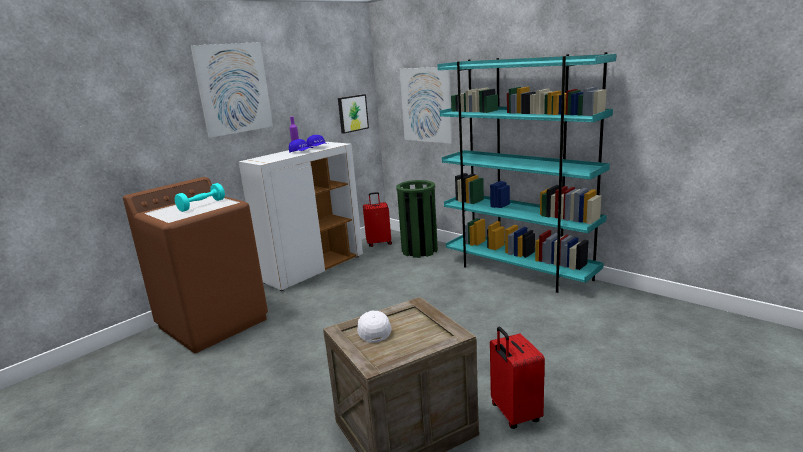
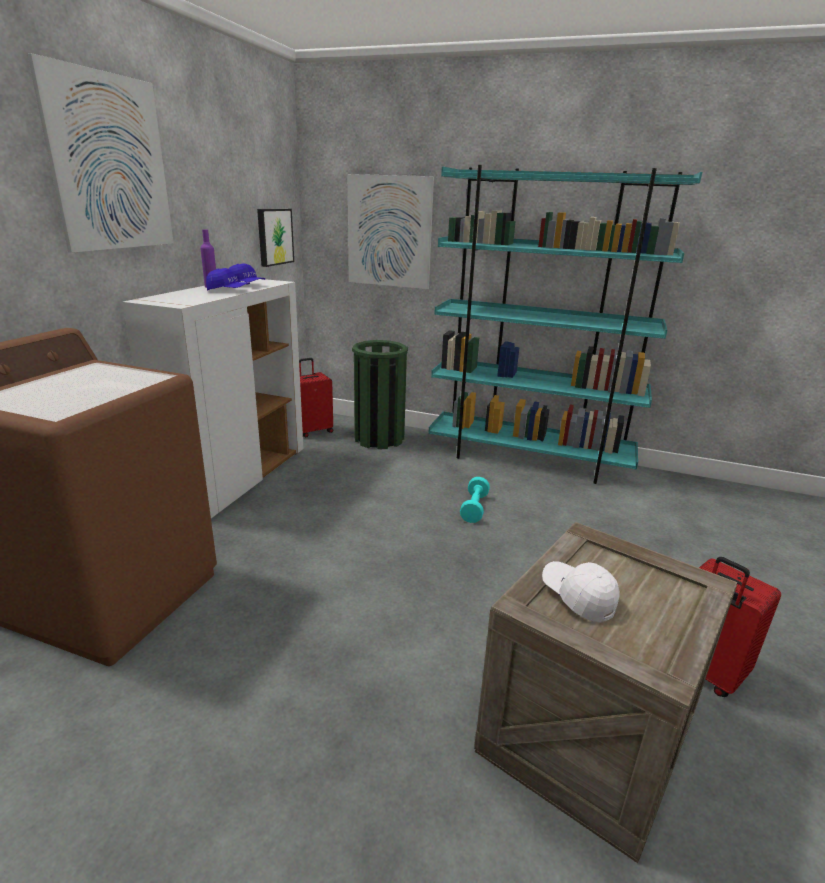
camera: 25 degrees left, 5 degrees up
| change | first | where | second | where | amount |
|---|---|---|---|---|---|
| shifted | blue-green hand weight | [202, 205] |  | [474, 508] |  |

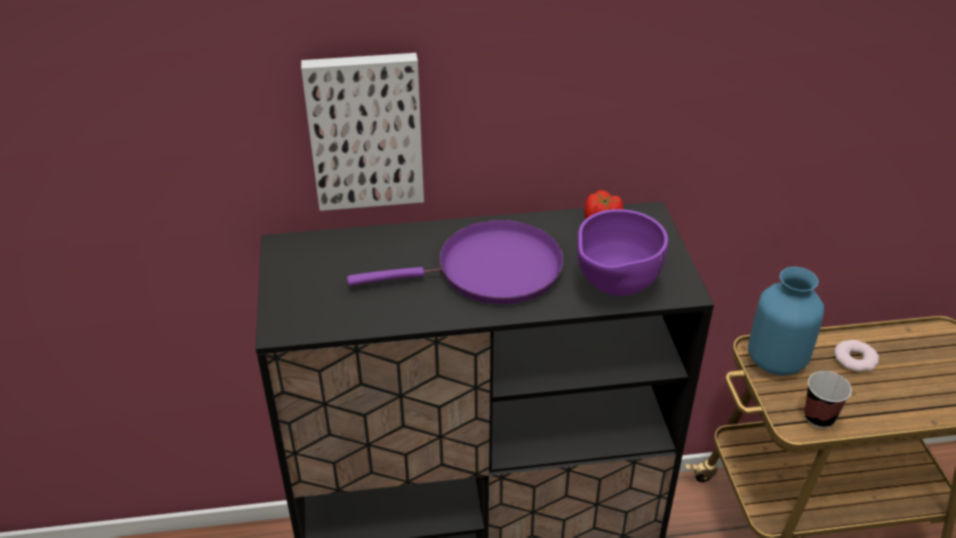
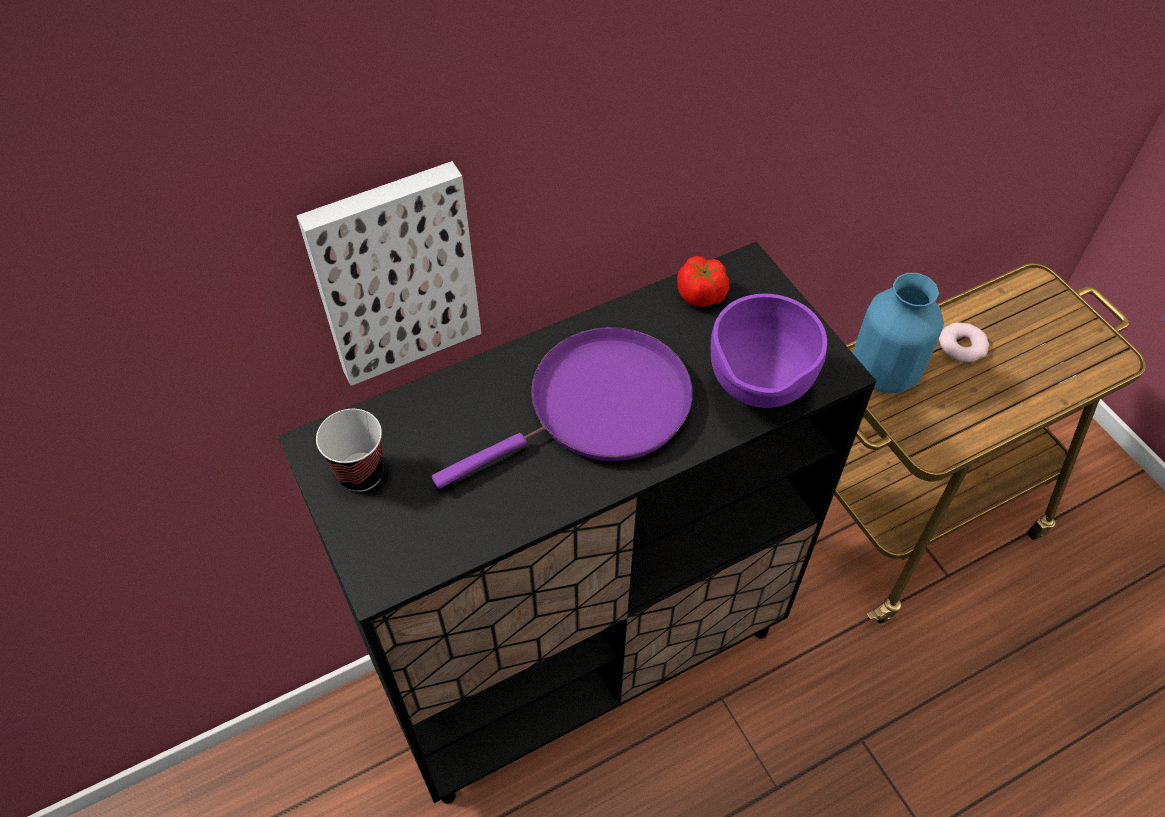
camera: 20 degrees left, 15 degrees up
| change | first | where | second | where | amount |
|---|---|---|---|---|---|
| shifted | small cup | [819, 417] |  | [361, 473] |  |

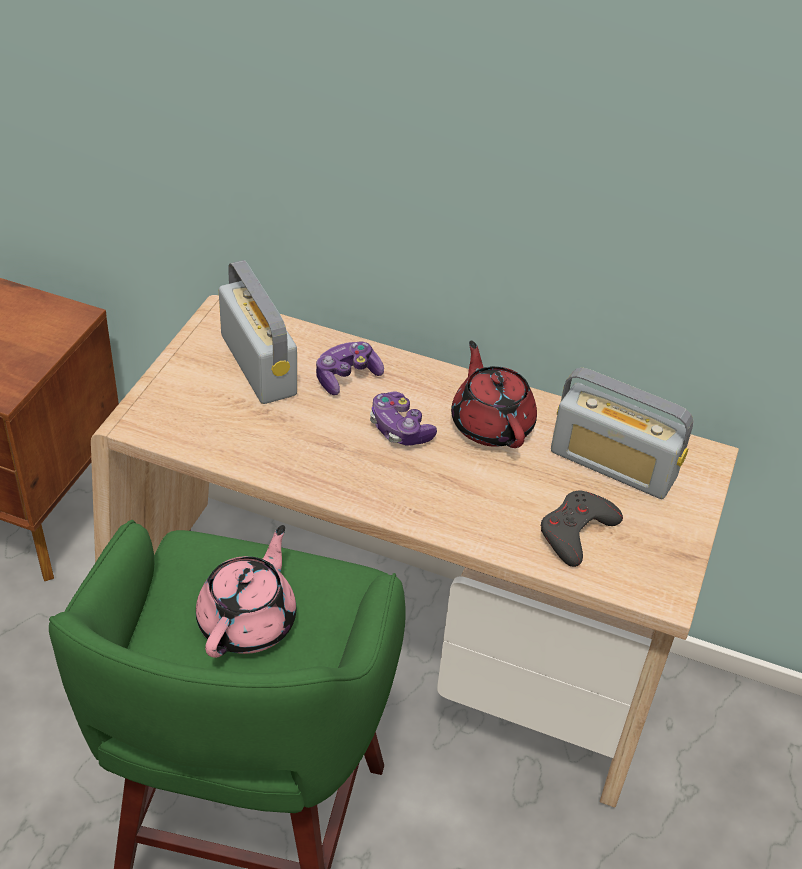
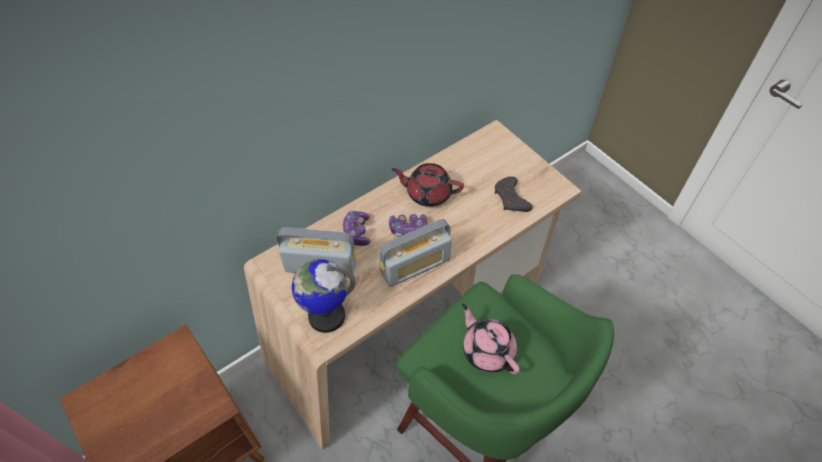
camera: 55 degrees left, 10 degrees up
| change | first | where | second | where | amount |
|---|---|---|---|---|---|
| shifted | radio set | [613, 465] |  | [415, 266] |  |
| new |  |  | desk globe | [326, 316] |  |

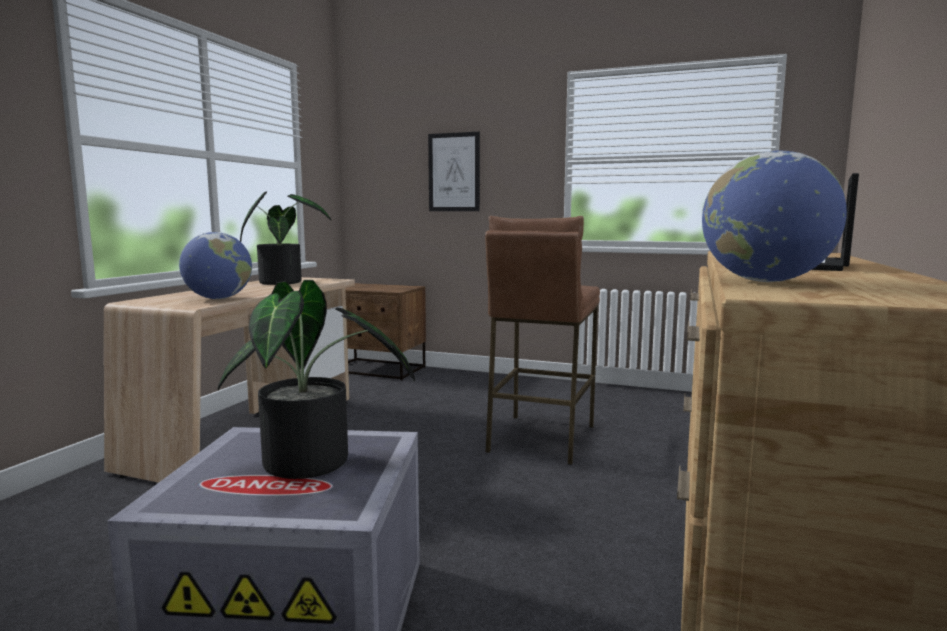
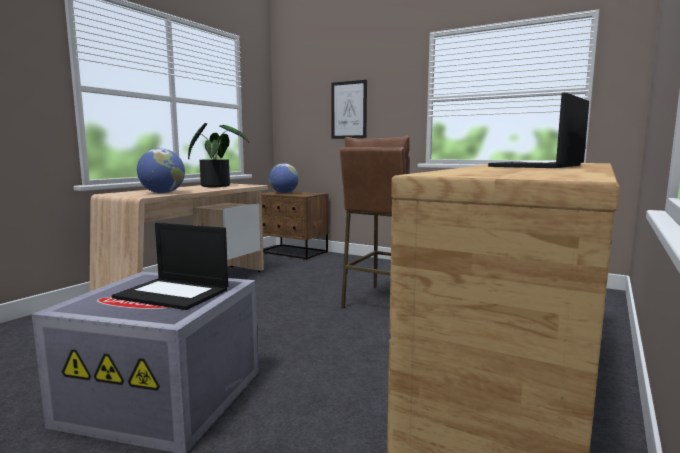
camera: 10 degrees right, 0 degrees up
| change | first | where | second | where | amount |
|---|---|---|---|---|---|
| swapped | potted plant | [315, 464] | laptop | [174, 293] |  |
| shifted | desk globe | [765, 281] |  | [284, 193] |  |

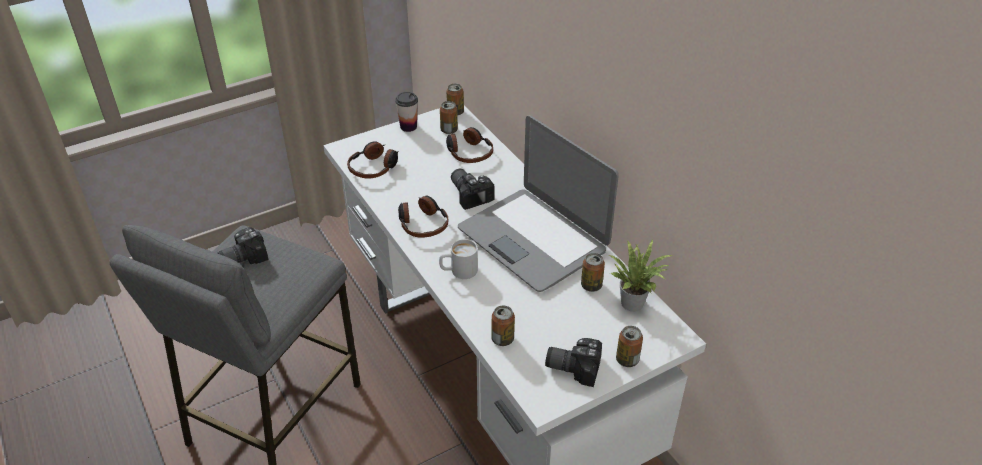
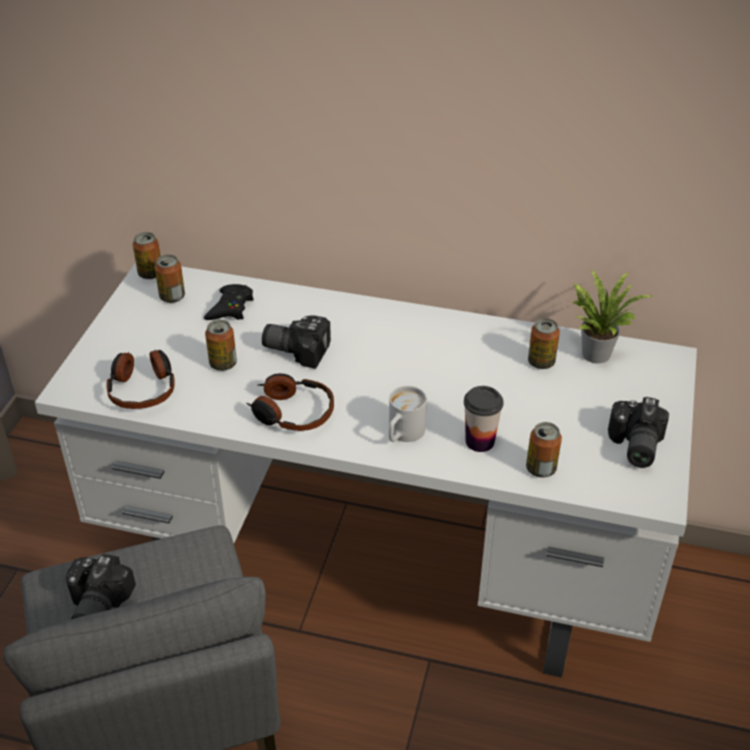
camera: 45 degrees left, 0 degrees up
| change | first | where | second | where | amount |
|---|---|---|---|---|---|
| shifted | small cup | [408, 126] |  | [479, 441] |  |
| swapped | headphones | [468, 152] | black-coloured joypad | [230, 308] |  |
| gone | laptop | [533, 239] |  |  |  |
| rotated | still camera | [573, 366] |  | [633, 446] | 45 degrees counterclockwise |
| shifted | metal can | [627, 360] |  | [223, 364] |  |

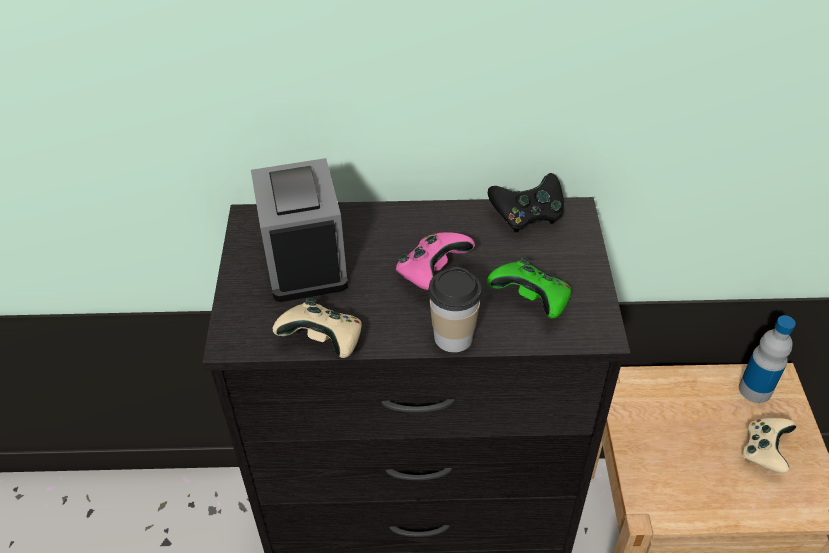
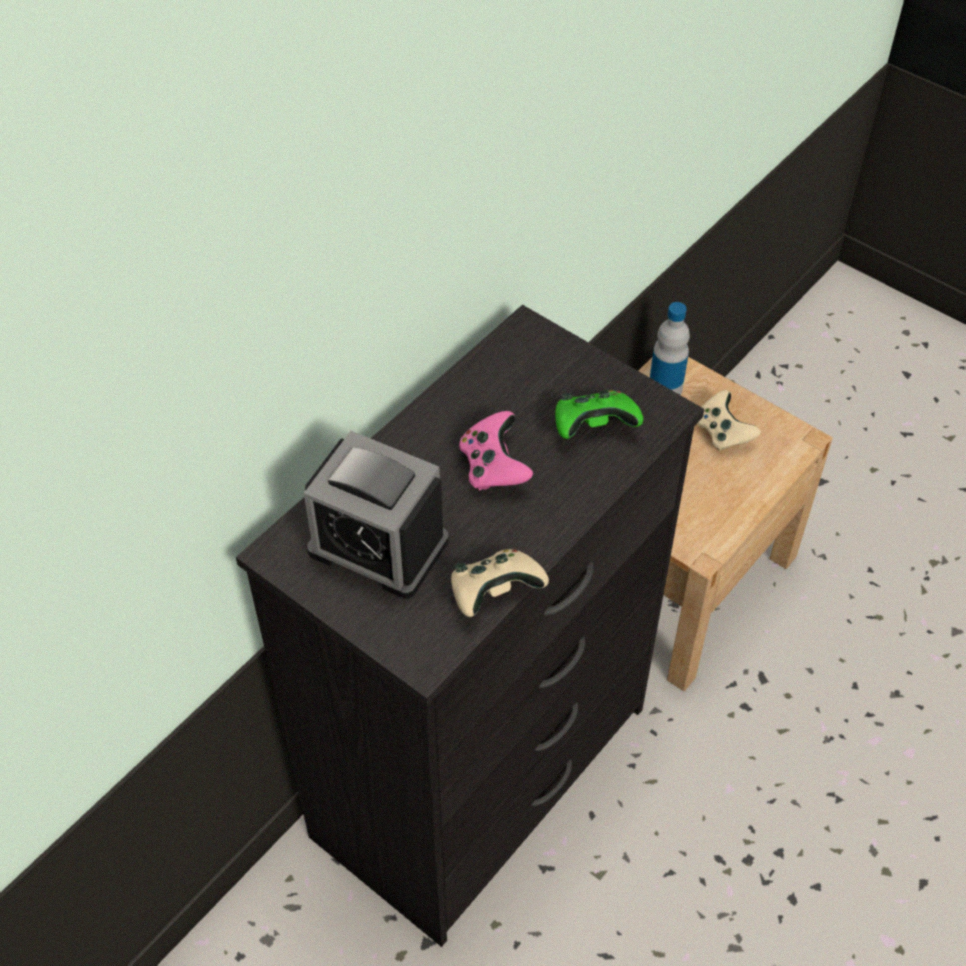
camera: 50 degrees left, 5 degrees up
| change | first | where | second | where | amount |
|---|---|---|---|---|---|
| gone | small cup | [453, 337] |  |  |  |
| gone | black-coloured joypad | [527, 216] |  |  |  |

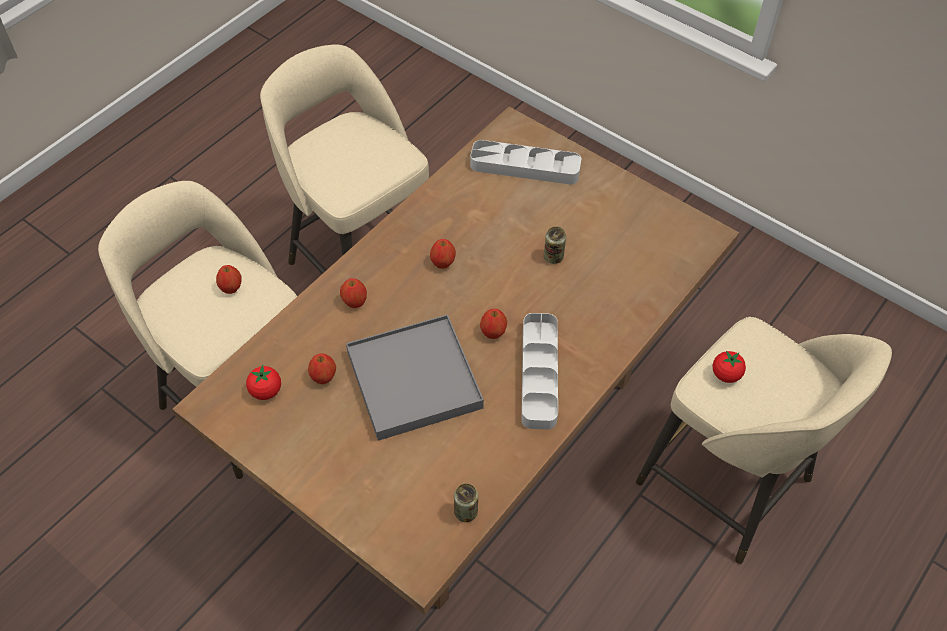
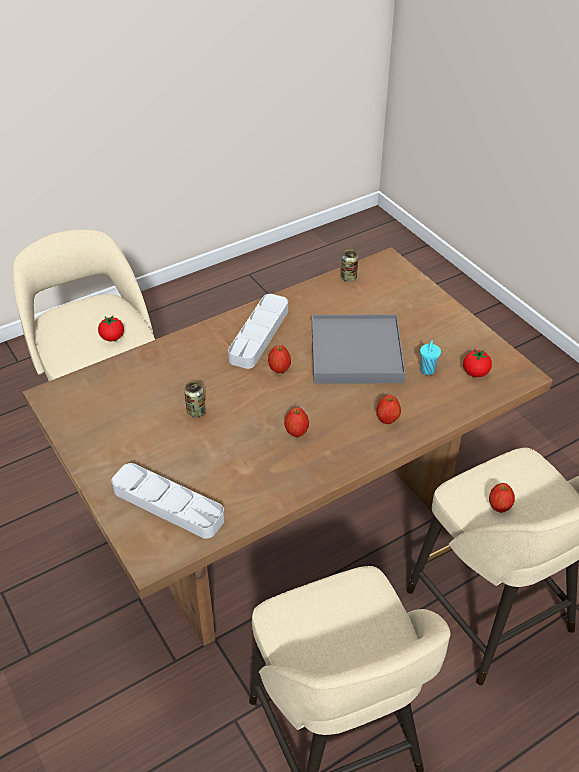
camera: 160 degrees left, 10 degrees down
| change | first | where | second | where | amount |
|---|---|---|---|---|---|
| swapped | apple | [323, 377] | blue-green small cup | [427, 371] |  |

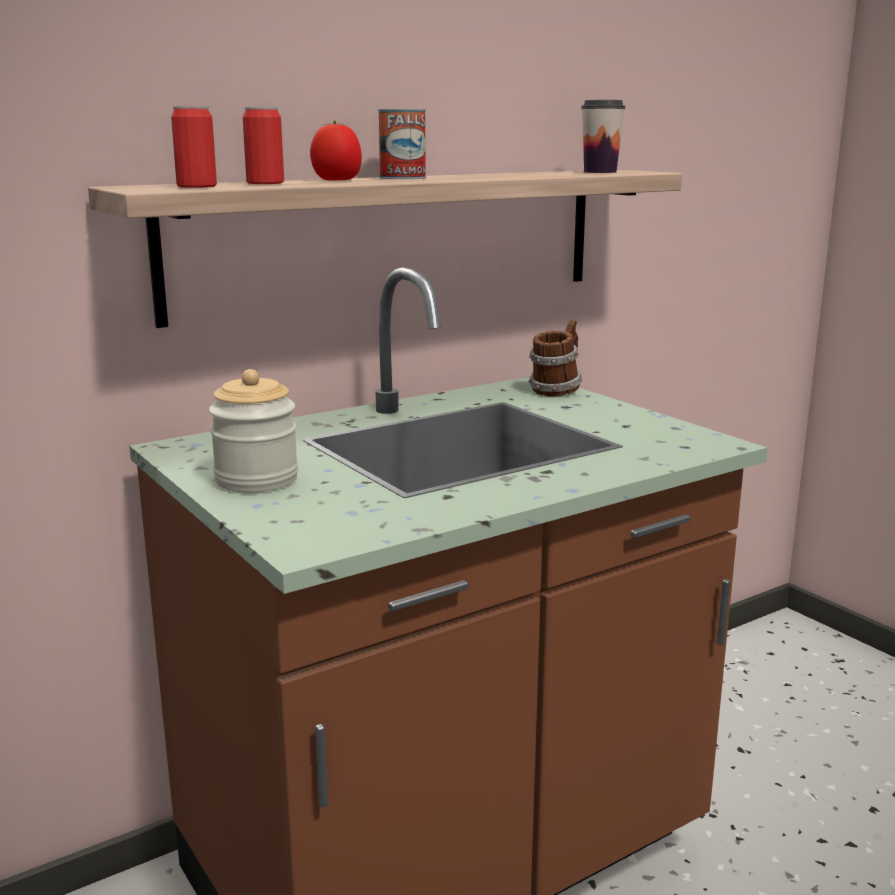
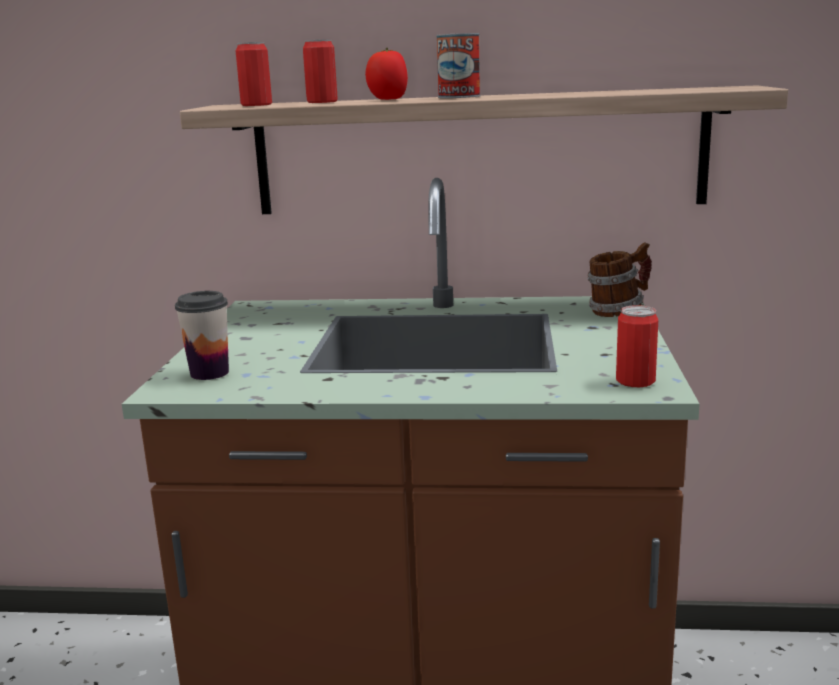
camera: 40 degrees right, 0 degrees up
| change | first | where | second | where | amount |
|---|---|---|---|---|---|
| gone | jar | [256, 479] |  |  |  |
| shifted | small cup | [600, 172] |  | [209, 373] |  |
| new |  |  | metal can | [635, 381] |  |

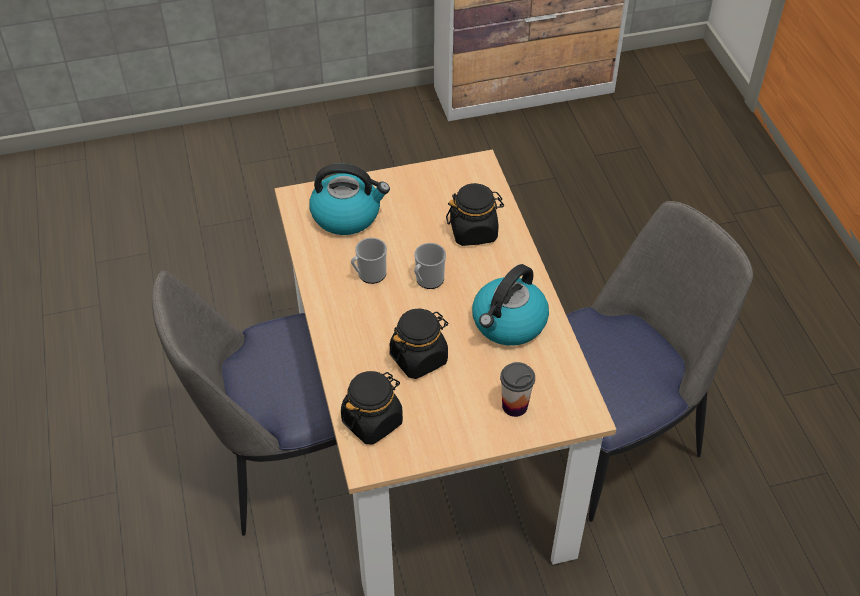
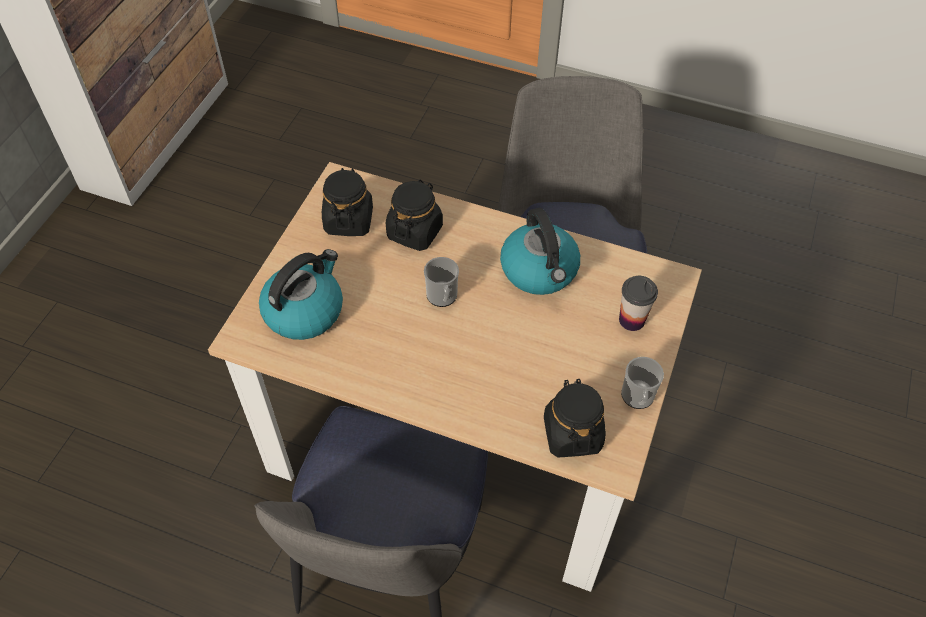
camera: 55 degrees left, 5 degrees up
| change | first | where | second | where | amount |
|---|---|---|---|---|---|
| shifted | coffee mug | [369, 275] |  | [638, 398] |  |
| shifted | black-coloured jar | [419, 358] |  | [348, 220] |  |

